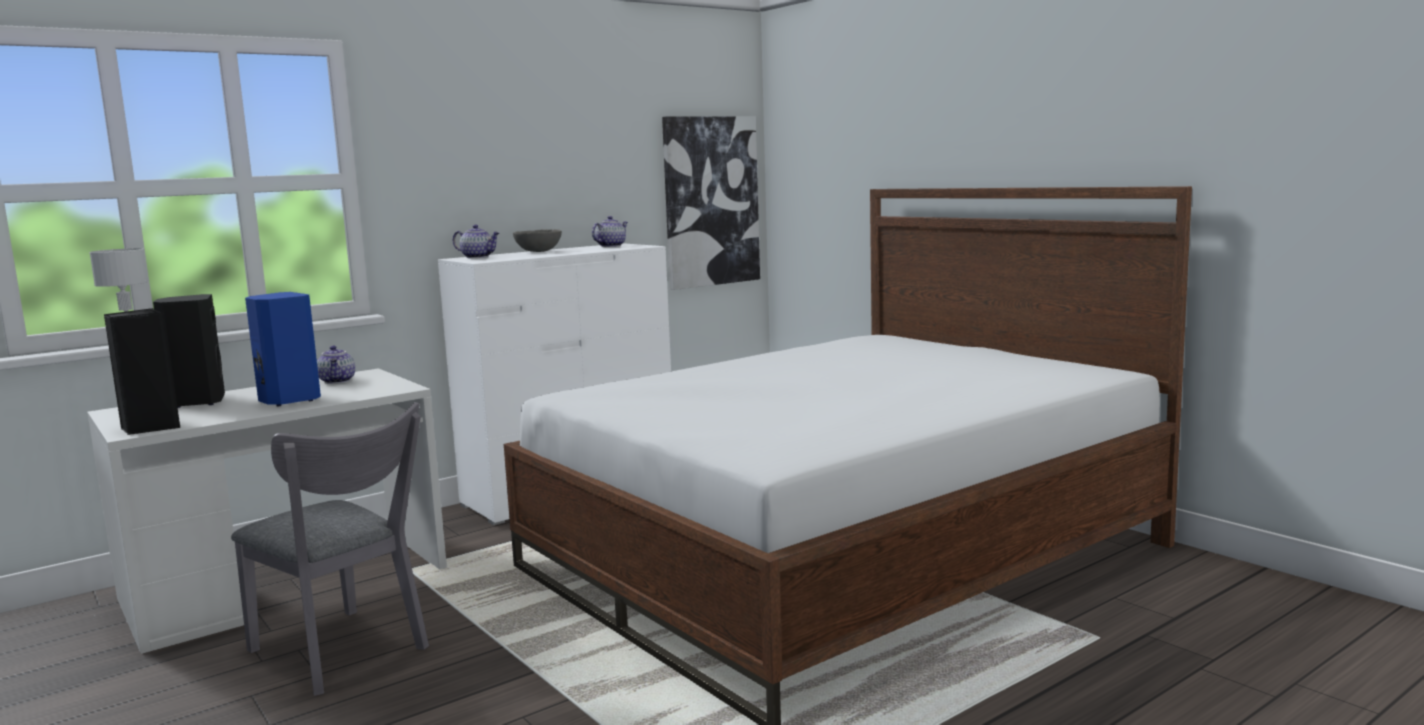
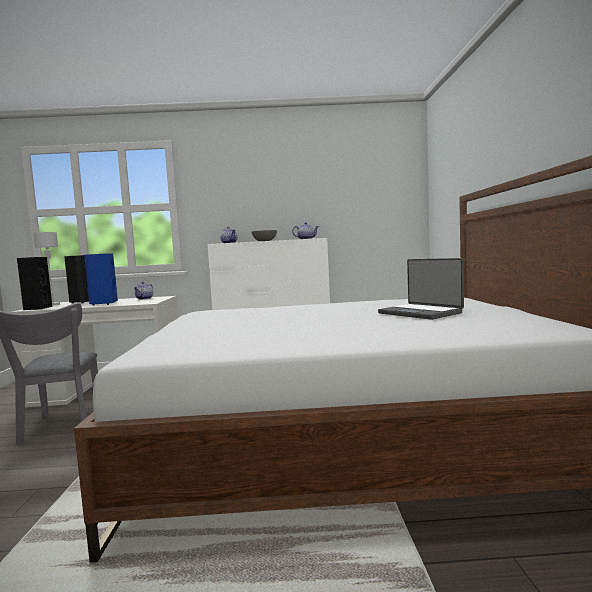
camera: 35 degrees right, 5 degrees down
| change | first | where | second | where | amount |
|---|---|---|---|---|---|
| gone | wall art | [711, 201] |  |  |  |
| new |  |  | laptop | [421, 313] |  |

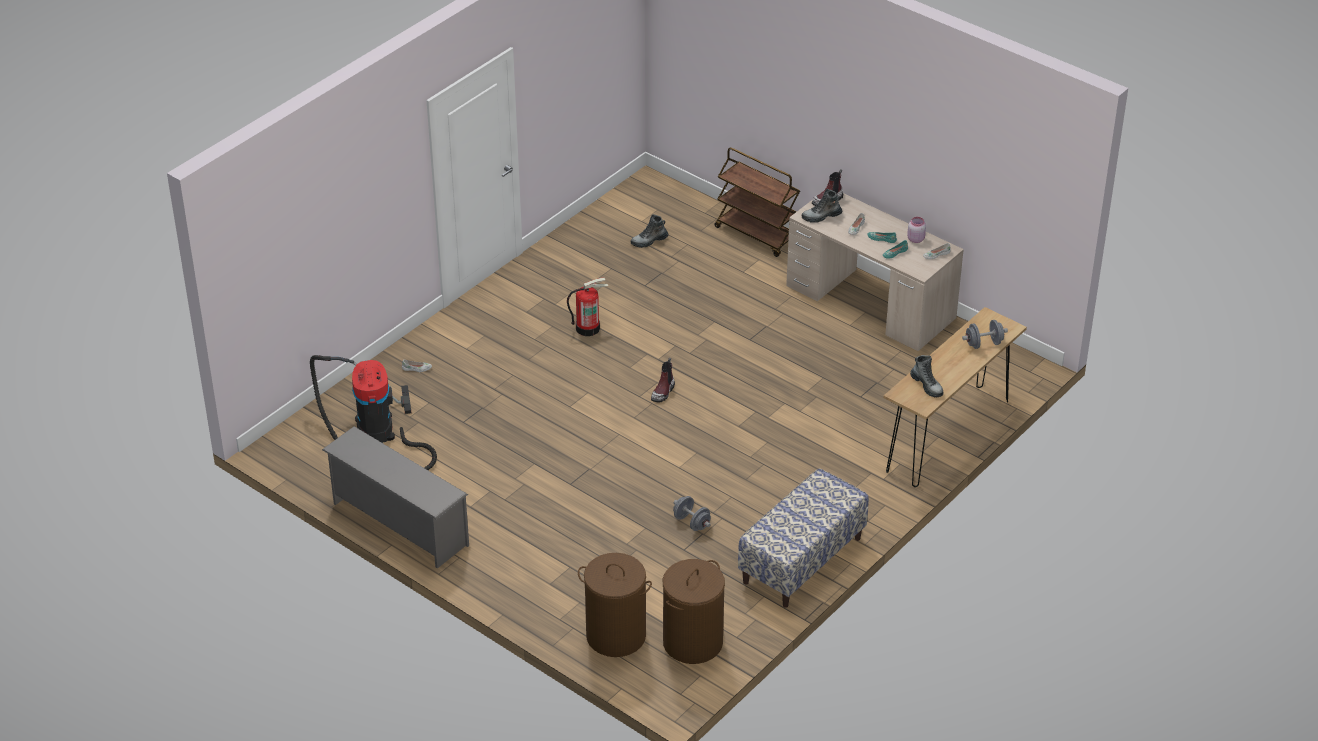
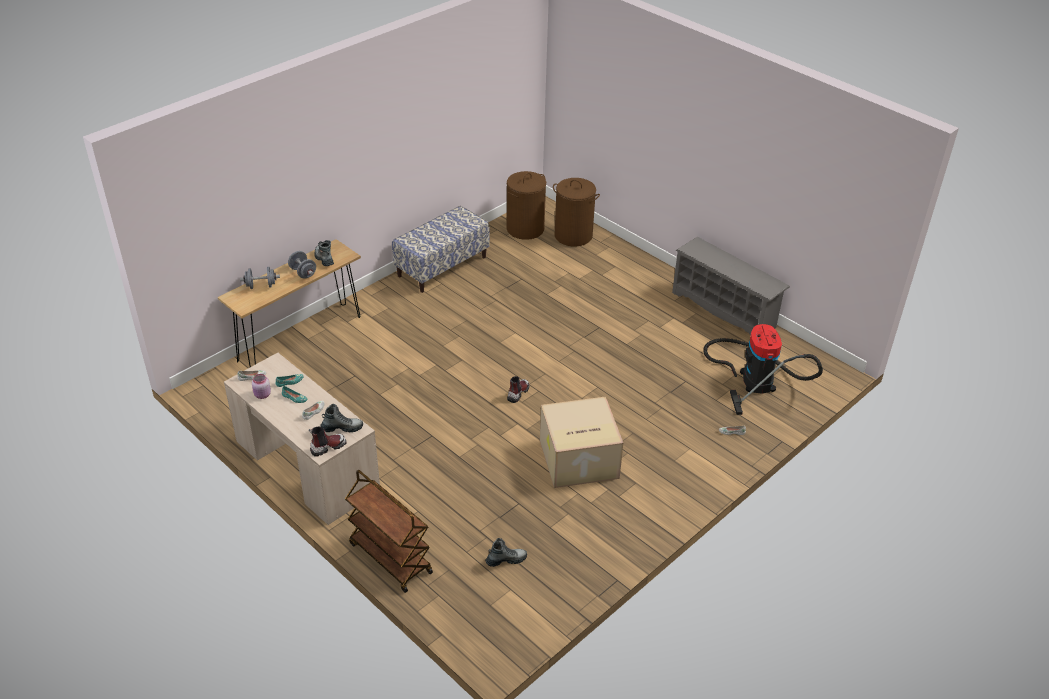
camera: 175 degrees left, 0 degrees up
| change | first | where | second | where | amount |
|---|---|---|---|---|---|
| swapped | fire extinguisher | [588, 328] | carton | [578, 460] |  |
| shifted | greyish hand weight | [691, 522] |  | [303, 272] |  |

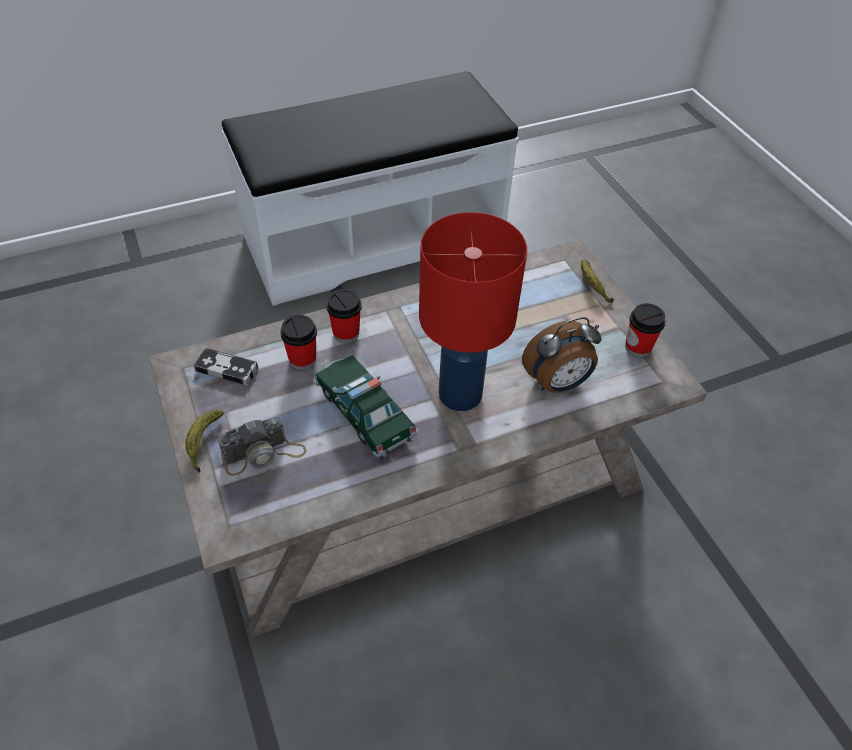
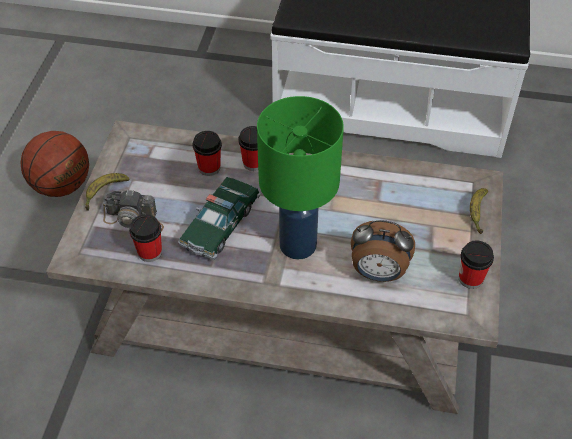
camera: 35 degrees right, 0 degrees up
| change | first | where | second | where | amount |
|---|---|---|---|---|---|
| gone | joypad | [227, 369] |  |  |  |
| rotated | model car | [364, 412] |  | [220, 224] | 150 degrees counterclockwise |
| repainted | red-coloured table lamp | [459, 395] | greenish table lamp | [296, 245] |  |
| new |  |  | basketball ball | [61, 186] |  |
| new |  |  | small cup | [150, 252] |  |

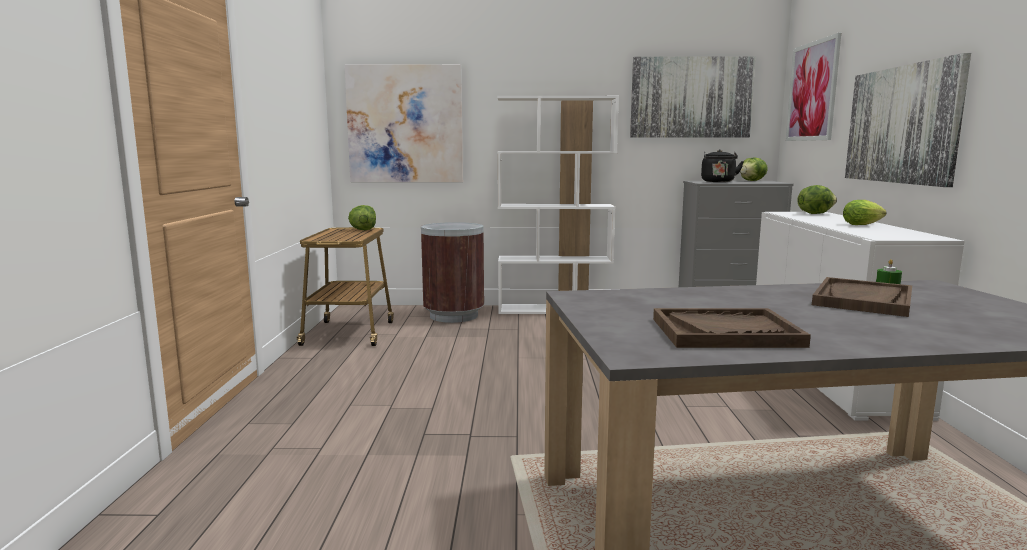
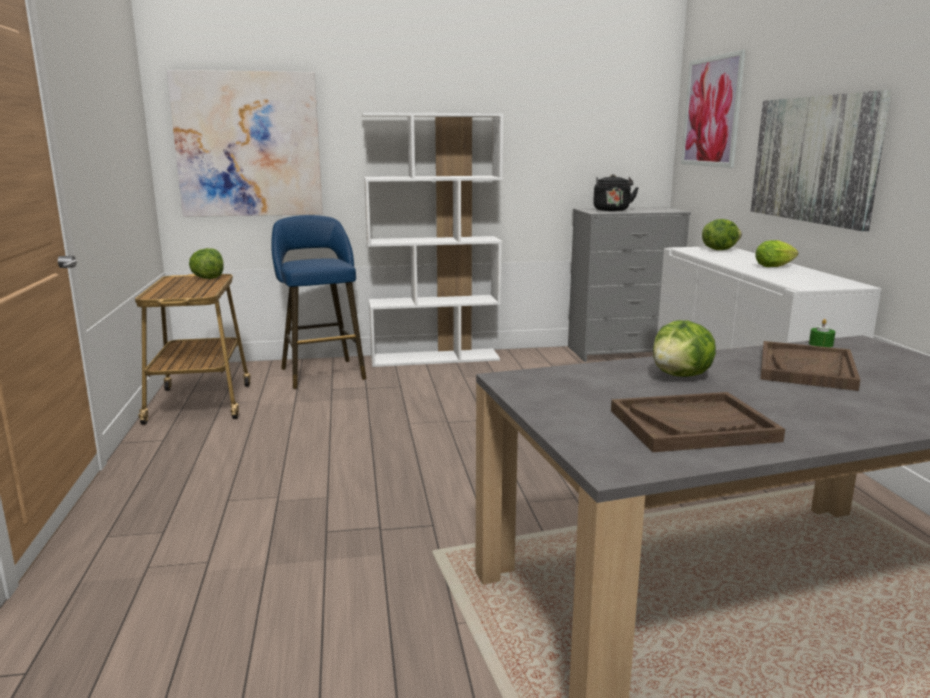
camera: 10 degrees left, 5 degrees up
| change | first | where | second | where | amount |
|---|---|---|---|---|---|
| swapped | brown-coloured rubbish bin | [454, 316] | bluish sitting stool | [321, 372] |  |
| gone | wall art | [691, 97] |  |  |  |
| shifted | head of lettuce | [752, 181] |  | [681, 376] |  |

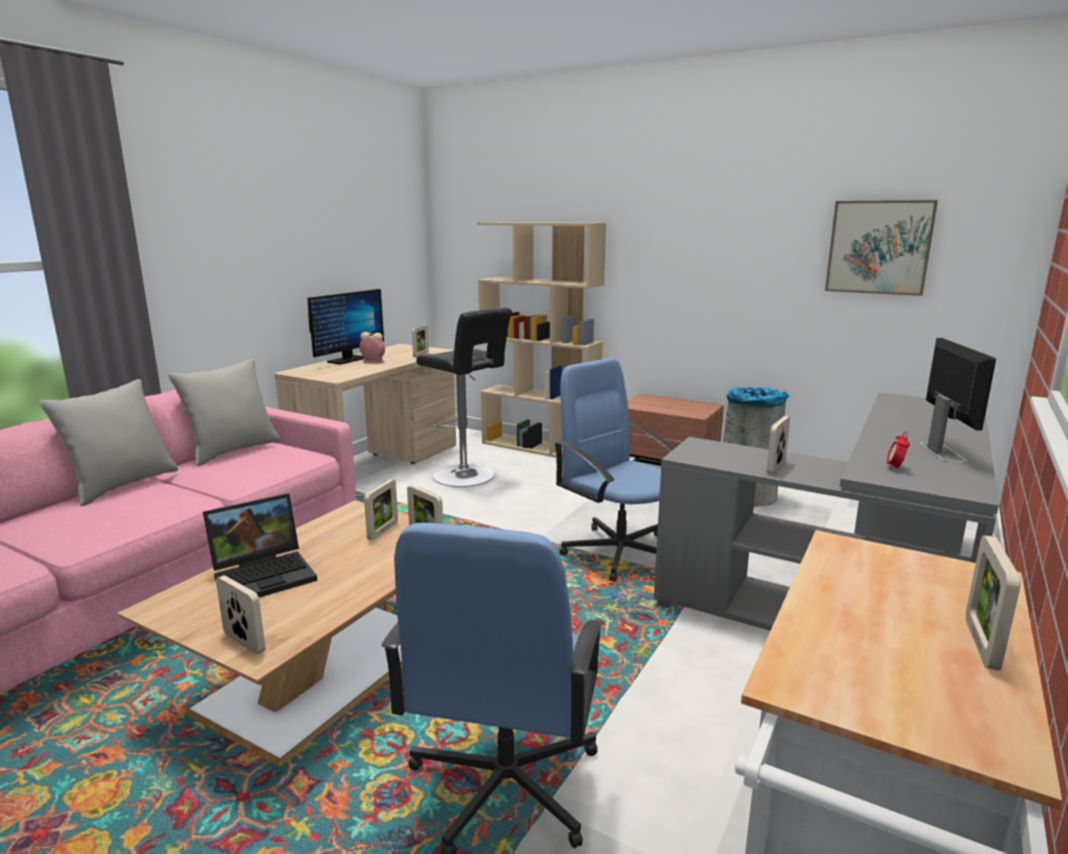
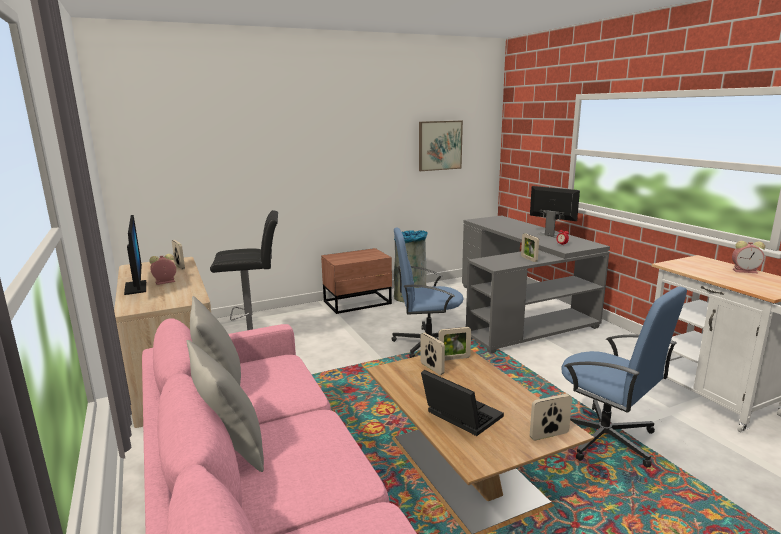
camera: 55 degrees left, 0 degrees up
| change | first | where | second | where | amount |
|---|---|---|---|---|---|
| rotated | laptop | [265, 574] |  | [459, 416] | 45 degrees counterclockwise |
| gone | sand-coloured shelving unit | [540, 448] |  |  |  |
| swapped | standing frame | [981, 644] | bedside clock | [745, 271] |  |

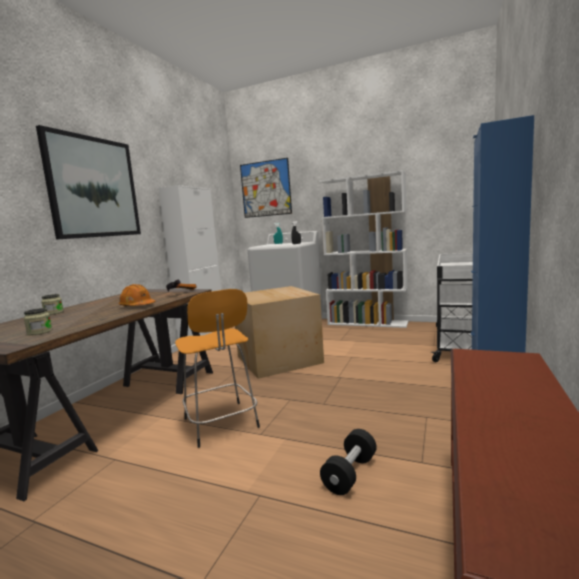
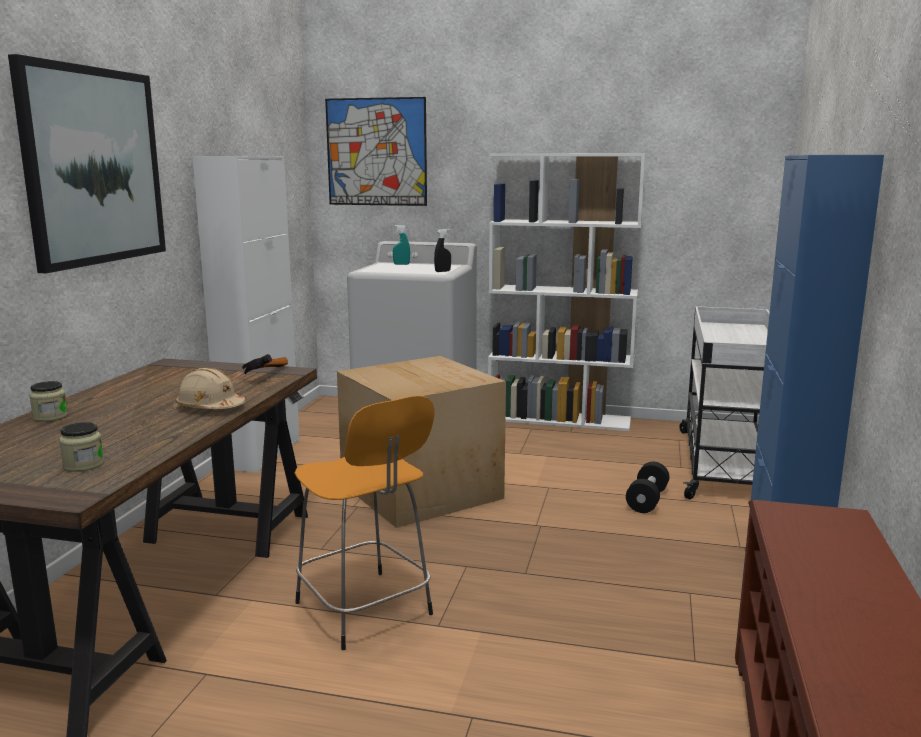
camera: 10 degrees left, 5 degrees up
| change | first | where | second | where | amount |
|---|---|---|---|---|---|
| repainted | orangey safety helmet | [137, 306] | sand-coloured safety helmet | [210, 407] |  |
| shifted | black-coloured hand weight | [350, 473] |  | [647, 500] |  |

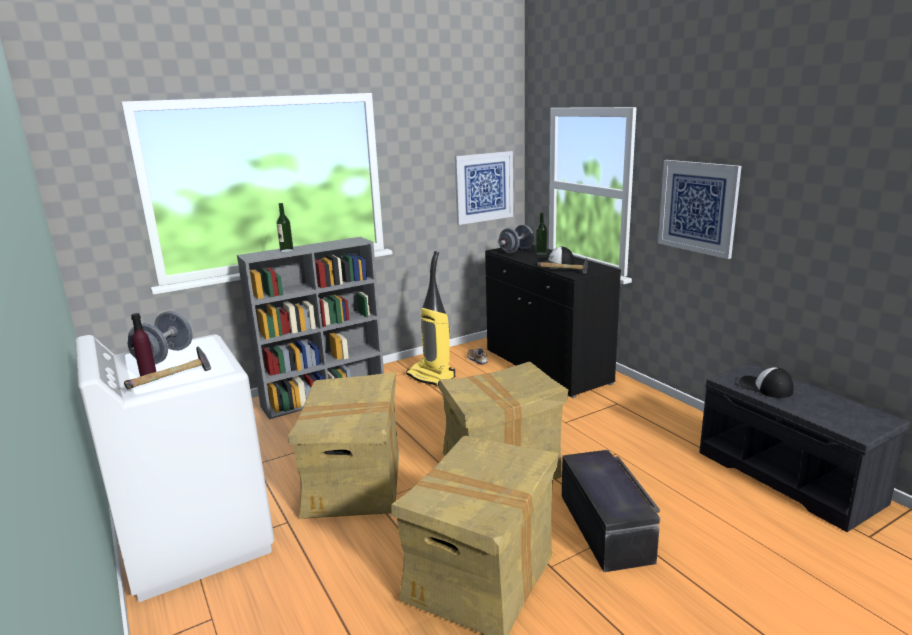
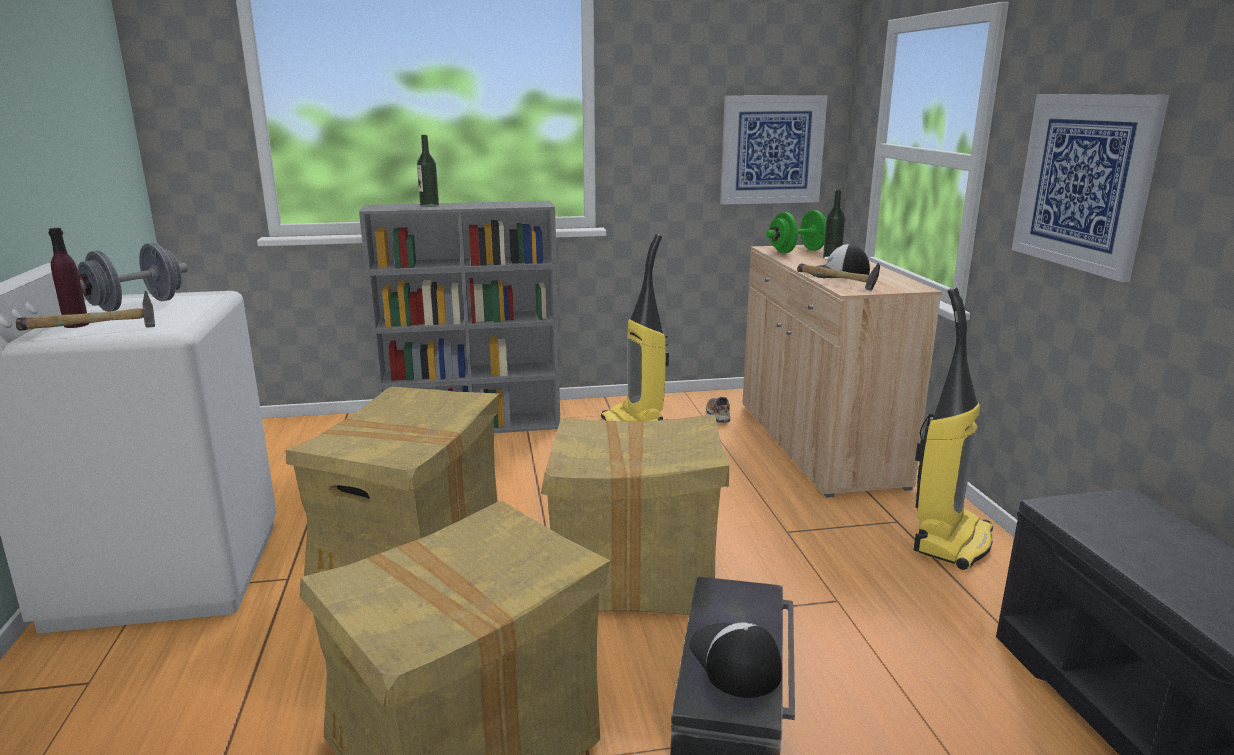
camera: 20 degrees right, 0 degrees up
| change | first | where | second | where | amount |
|---|---|---|---|---|---|
| repainted | black-coloured cabinet | [546, 367] | sand-coloured cabinet | [817, 444] |  |
| repainted | greyish hand weight | [516, 251] | greenish hand weight | [797, 251] |  |
| shifted | peaked cap | [765, 387] |  | [734, 661] |  |
| new |  |  | hoover | [950, 541] |  |

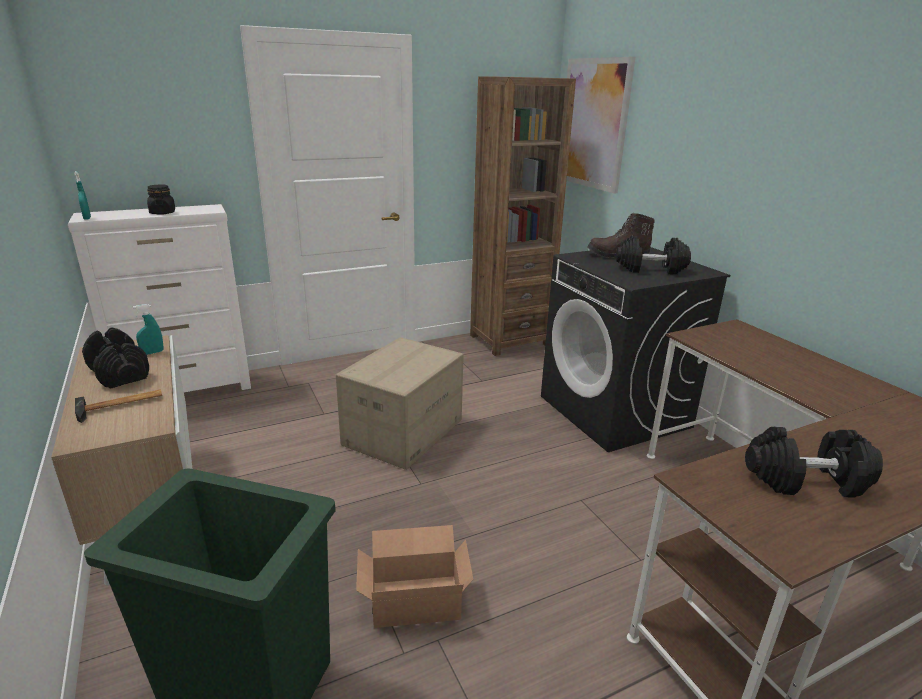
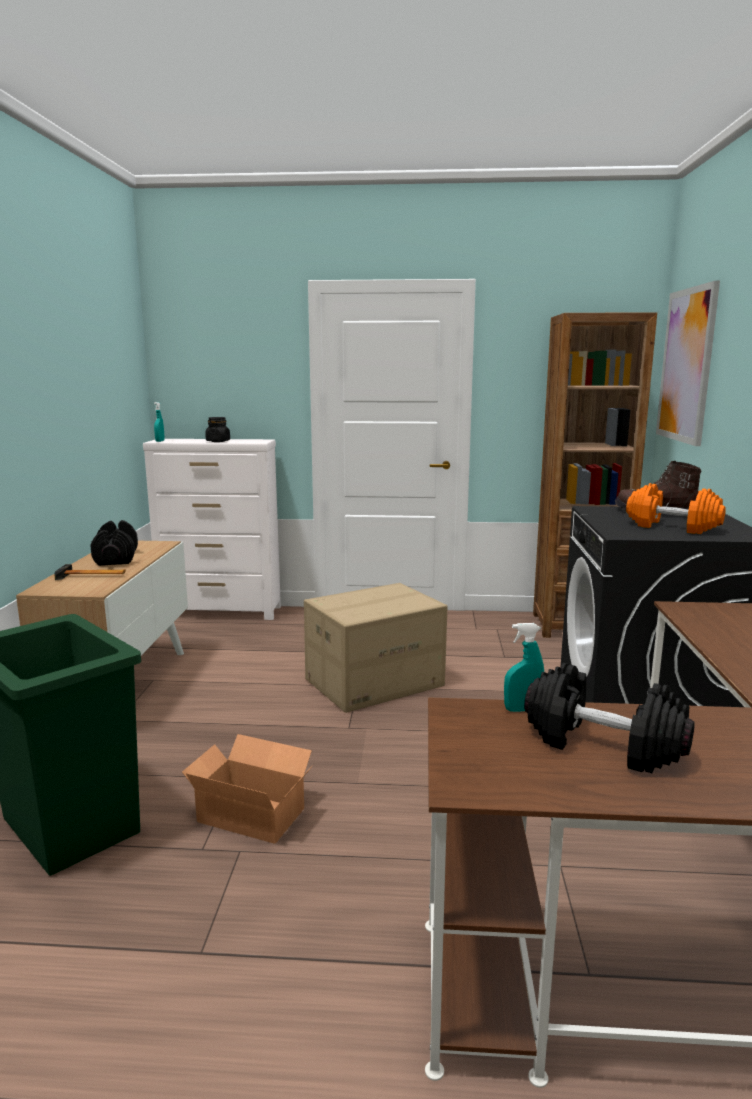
camera: 30 degrees right, 10 degrees down
| change | first | where | second | where | amount |
|---|---|---|---|---|---|
| shifted | blue-green spray bottle | [152, 352] |  | [522, 709] |  |
| repainted | black-coloured hand weight | [650, 269] | orangey hand weight | [672, 527] |  |

